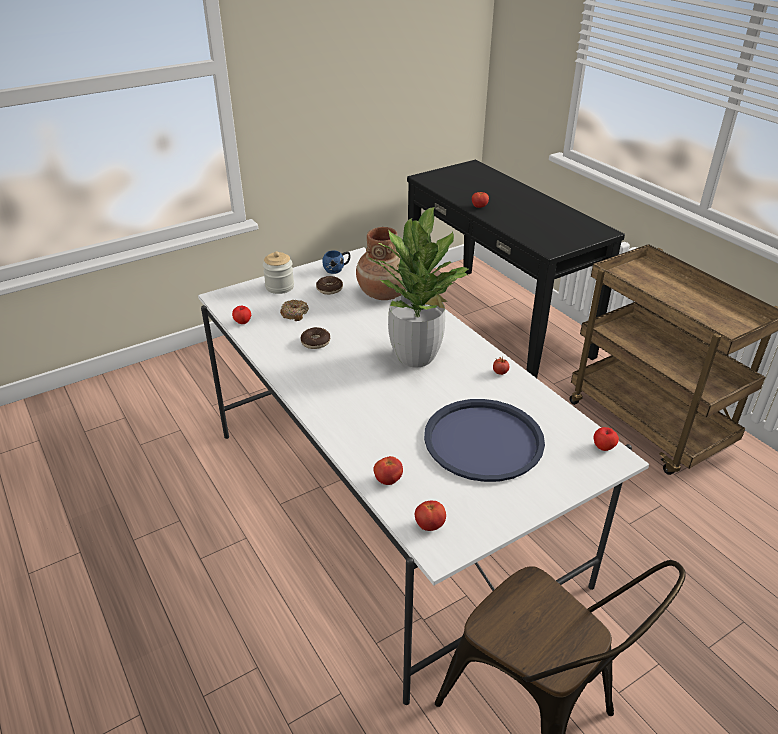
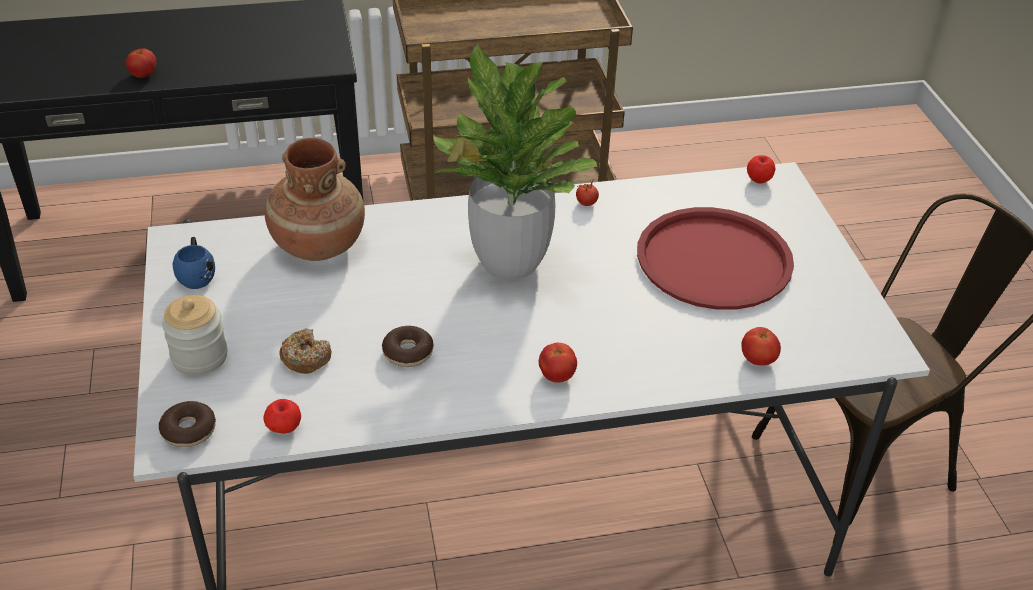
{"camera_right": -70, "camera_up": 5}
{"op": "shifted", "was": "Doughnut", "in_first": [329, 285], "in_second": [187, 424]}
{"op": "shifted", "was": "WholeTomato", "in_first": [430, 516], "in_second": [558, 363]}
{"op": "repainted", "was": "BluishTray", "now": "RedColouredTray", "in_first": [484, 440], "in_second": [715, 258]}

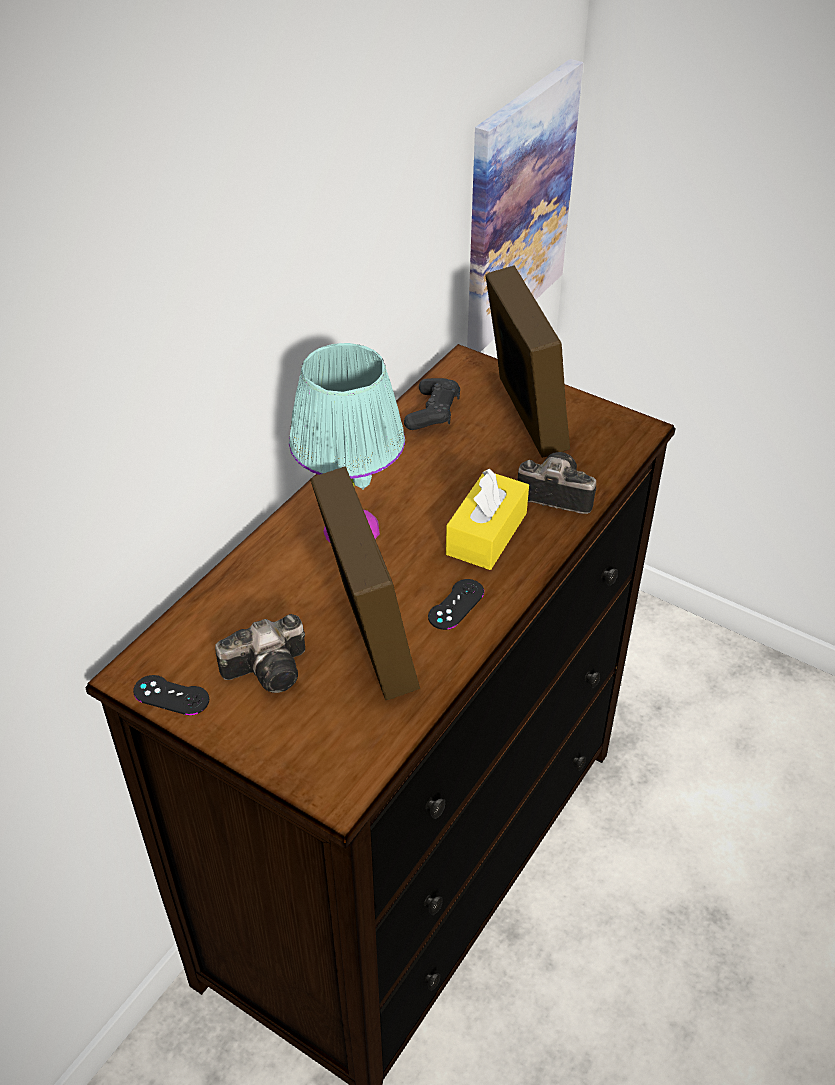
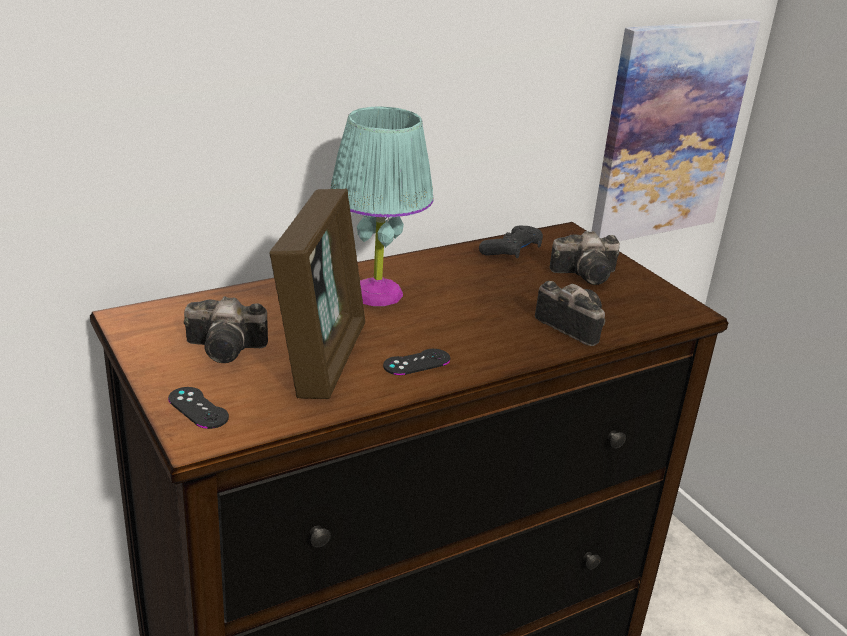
{"camera_right": 25, "camera_up": -15}
{"op": "shifted", "was": "BlackishGameController", "in_first": [171, 695], "in_second": [198, 408]}
{"op": "swapped", "was": "PhotoFrame", "now": "PhotoCamera", "in_first": [527, 361], "in_second": [585, 258]}
{"op": "gone", "was": "YellowishTissueBox", "in_first": [487, 519]}

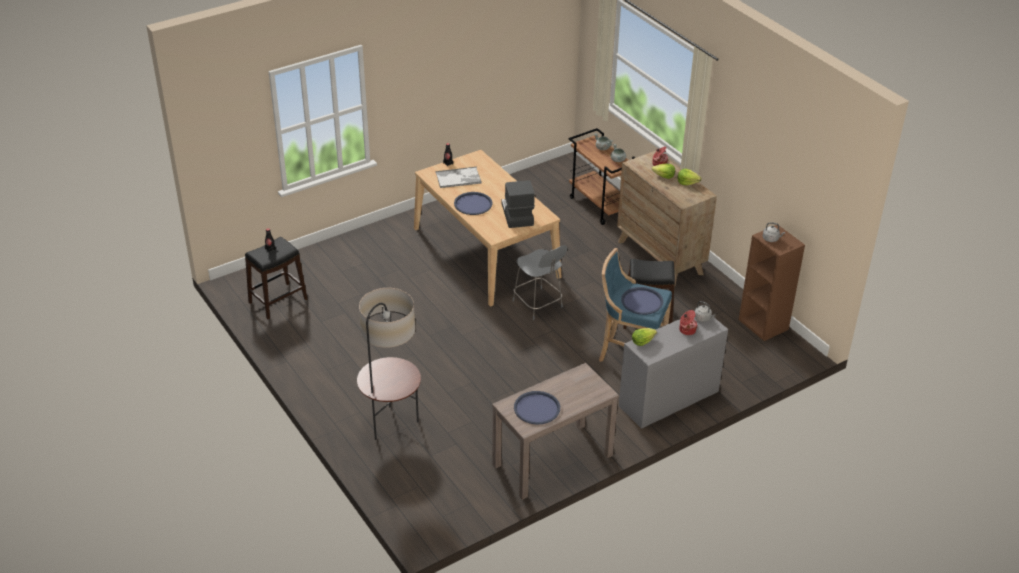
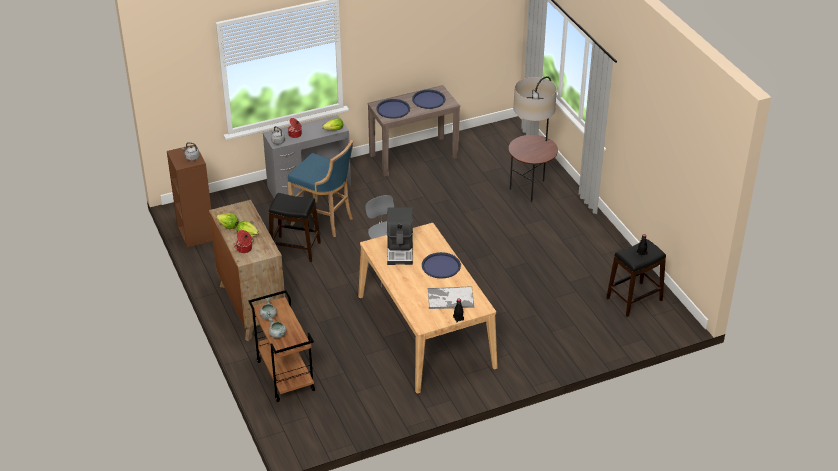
{"camera_right": -170, "camera_up": 0}
{"op": "shifted", "was": "BluishTray", "in_first": [642, 301], "in_second": [393, 109]}

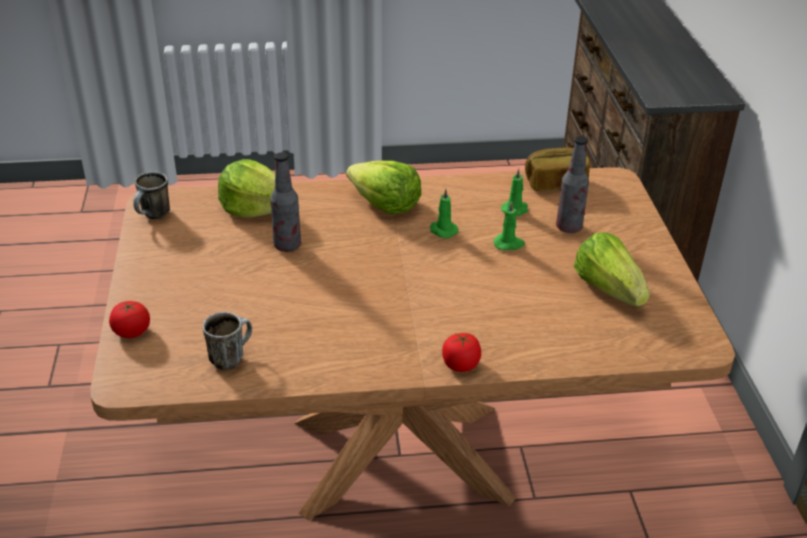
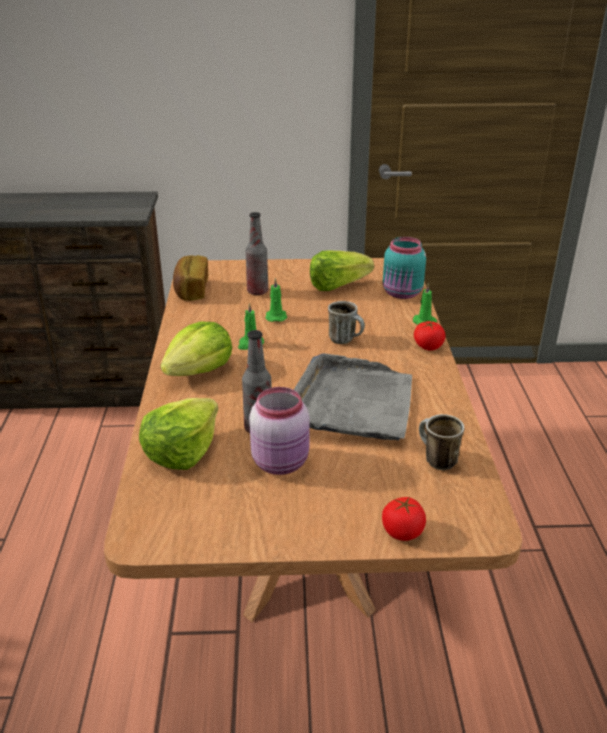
{"camera_right": -85, "camera_up": -5}
{"op": "new", "now": "PinkJar", "in_second": [279, 431]}
{"op": "new", "now": "GreyishTray", "in_second": [353, 396]}
{"op": "shifted", "was": "Mug", "in_first": [151, 195], "in_second": [346, 322]}
{"op": "new", "now": "TurquoiseJar", "in_second": [404, 268]}
{"op": "shifted", "was": "GreenishWaxCandle", "in_first": [514, 192], "in_second": [425, 304]}

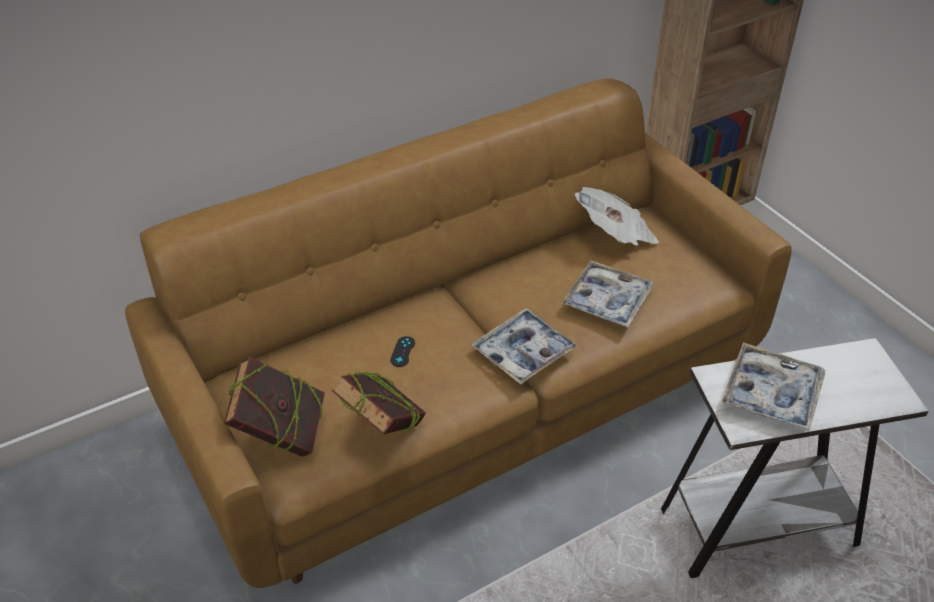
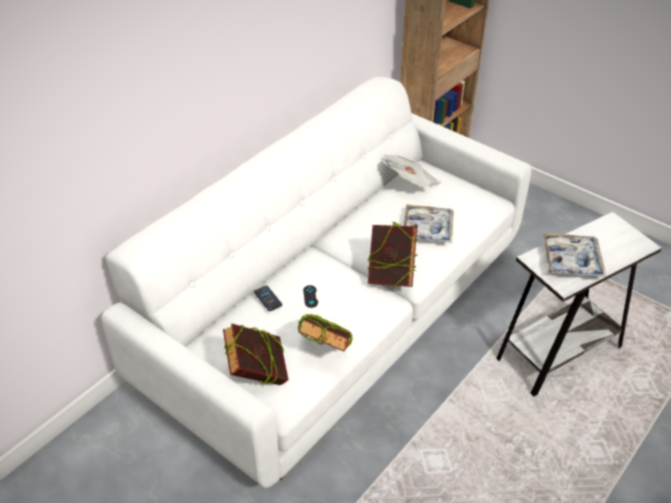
{"camera_right": -20, "camera_up": 0}
{"op": "repainted", "was": "BrownishCouch", "now": "WhitishCouch", "in_first": [458, 333], "in_second": [316, 282]}
{"op": "new", "now": "Telephone", "in_second": [268, 298]}
{"op": "swapped", "was": "Tray", "now": "Book", "in_first": [525, 346], "in_second": [392, 255]}

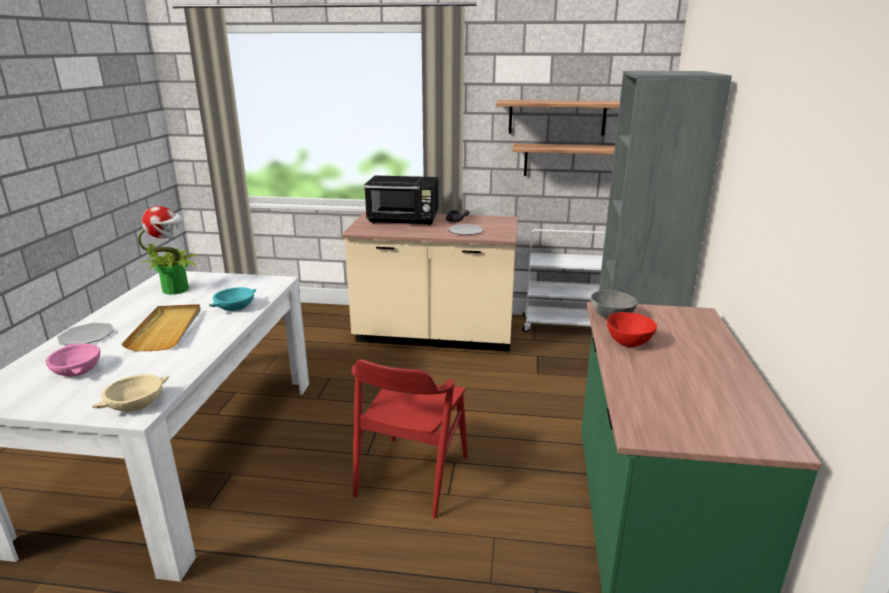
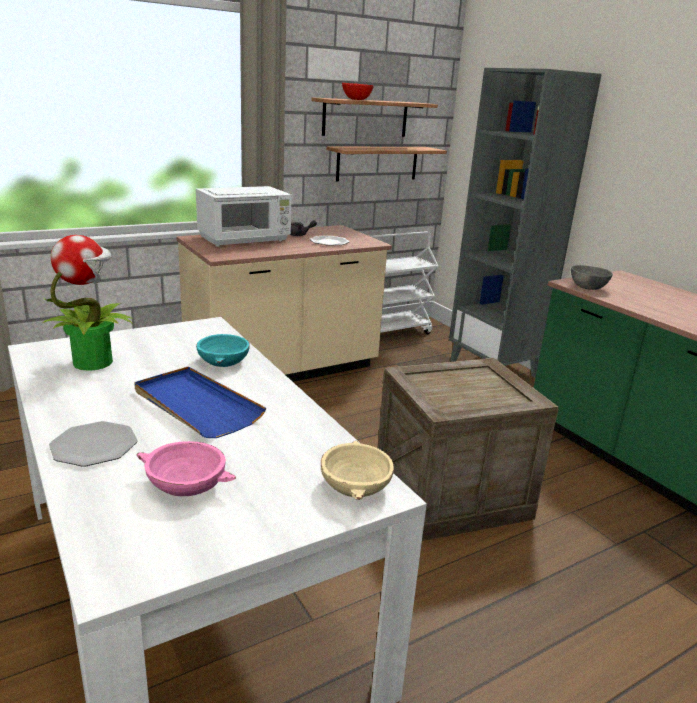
{"camera_right": -40, "camera_up": 0}
{"op": "repainted", "was": "BeigeColouredTray", "now": "BluishTray", "in_first": [160, 327], "in_second": [200, 402]}
{"op": "repainted", "was": "BlackishMicrowaveOven", "now": "WhitishMicrowaveOven", "in_first": [401, 200], "in_second": [244, 216]}
{"op": "shifted", "was": "RedColouredServingBowl", "in_first": [632, 329], "in_second": [358, 91]}
{"op": "swapped", "was": "RedColouredUprightChair", "now": "Crate", "in_first": [409, 439], "in_second": [468, 449]}

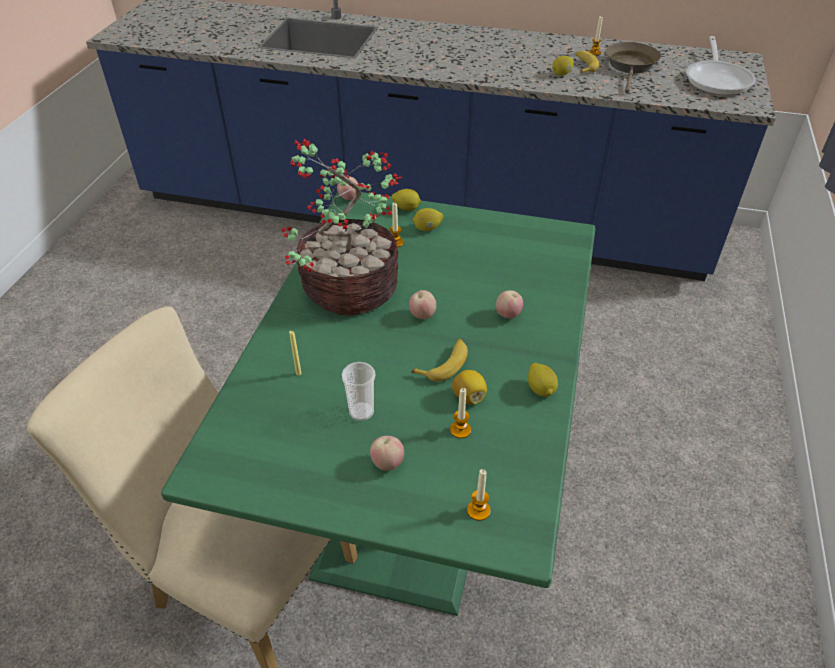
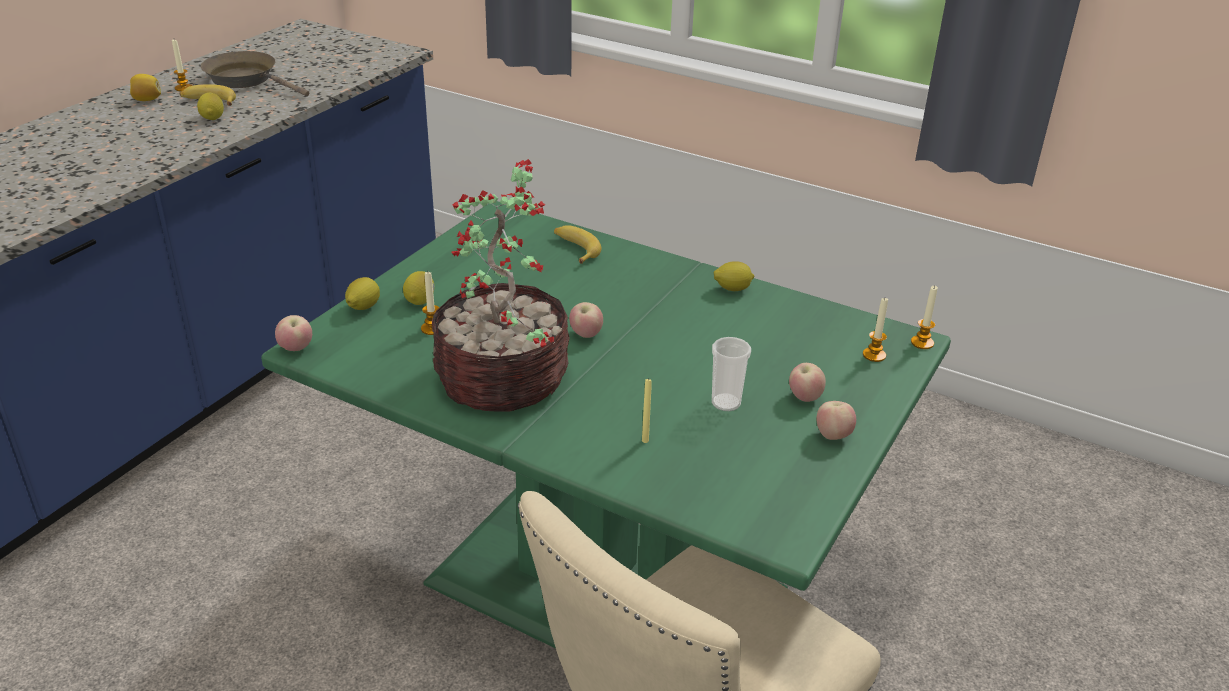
{"camera_right": -75, "camera_up": -10}
{"op": "shifted", "was": "CitrusFruit", "in_first": [469, 387], "in_second": [145, 87]}
{"op": "shifted", "was": "Banana", "in_first": [439, 360], "in_second": [577, 244]}
{"op": "shifted", "was": "AppleFruit", "in_first": [509, 304], "in_second": [836, 420]}
{"op": "shifted", "was": "WaxCandle", "in_first": [460, 413], "in_second": [924, 317]}
{"op": "gone", "was": "Pan", "in_first": [721, 65]}

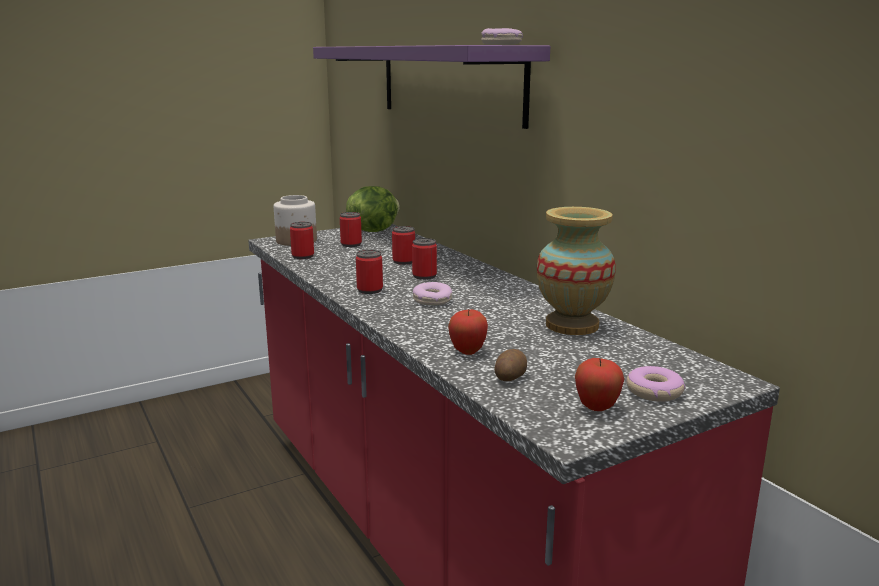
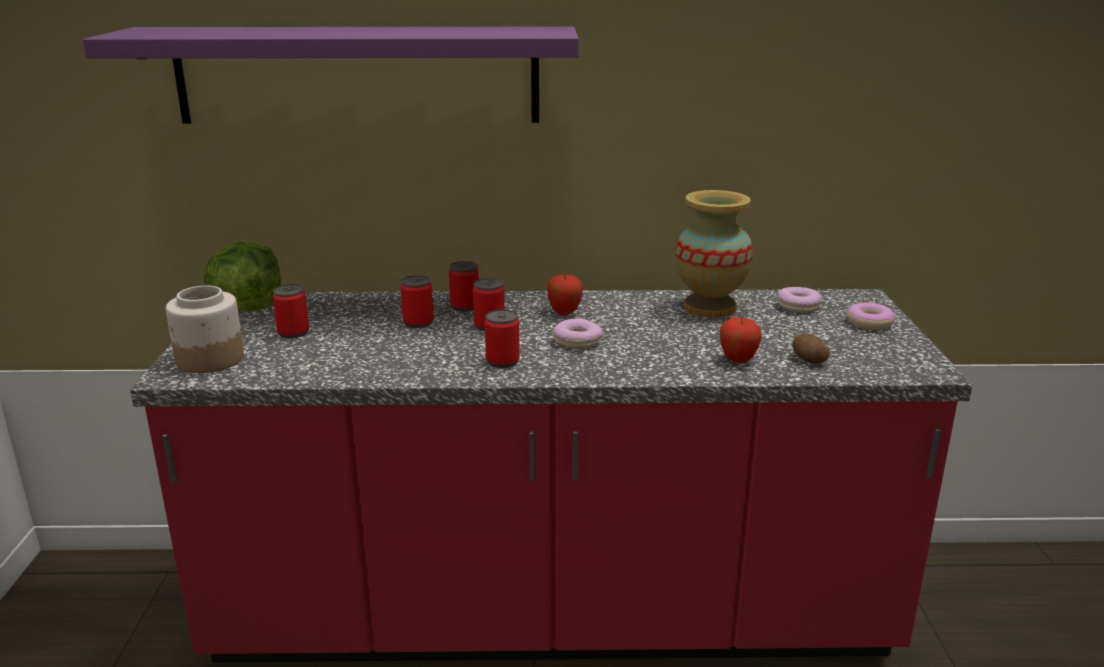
{"camera_right": -60, "camera_up": 5}
{"op": "shifted", "was": "Can", "in_first": [302, 240], "in_second": [464, 286]}
{"op": "shifted", "was": "AppleFruit", "in_first": [600, 384], "in_second": [565, 294]}
{"op": "shifted", "was": "Doughnut", "in_first": [502, 36], "in_second": [799, 300]}

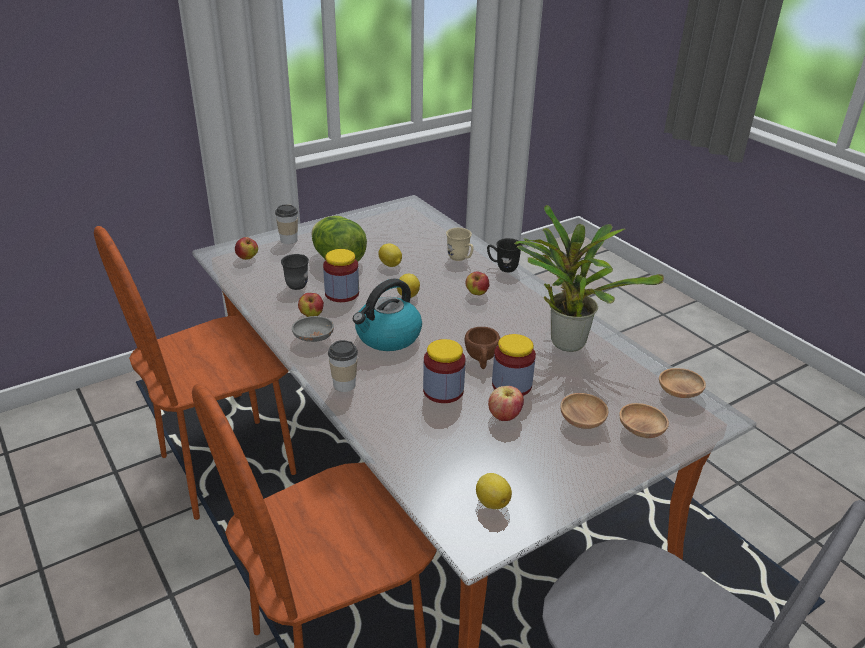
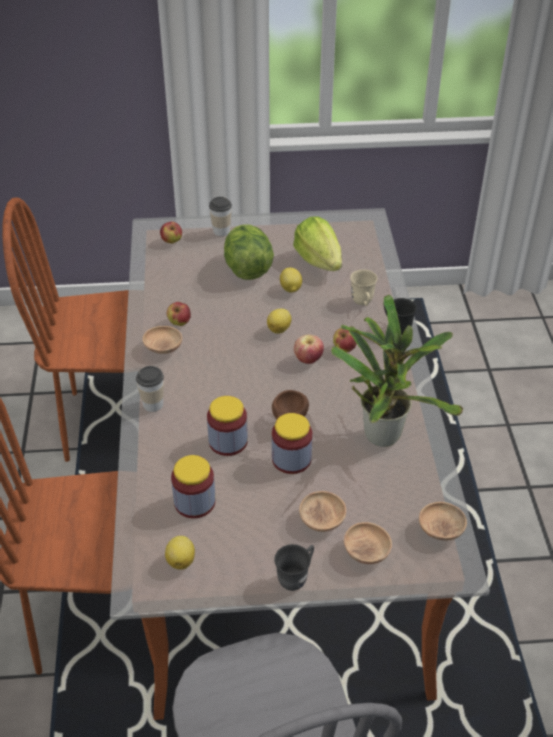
{"camera_right": 30, "camera_up": 10}
{"op": "repainted", "was": "GreyishServingBowl", "now": "BrownishServingBowl", "in_first": [313, 329], "in_second": [162, 340]}
{"op": "shifted", "was": "Jar", "in_first": [341, 275], "in_second": [193, 486]}
{"op": "shifted", "was": "GreyishMug", "in_first": [295, 272], "in_second": [294, 567]}
{"op": "new", "now": "Lettuce", "in_second": [317, 243]}
{"op": "shifted", "was": "AppleFruit", "in_first": [506, 403], "in_second": [309, 349]}
{"op": "gone", "was": "Kettle", "in_first": [387, 314]}

